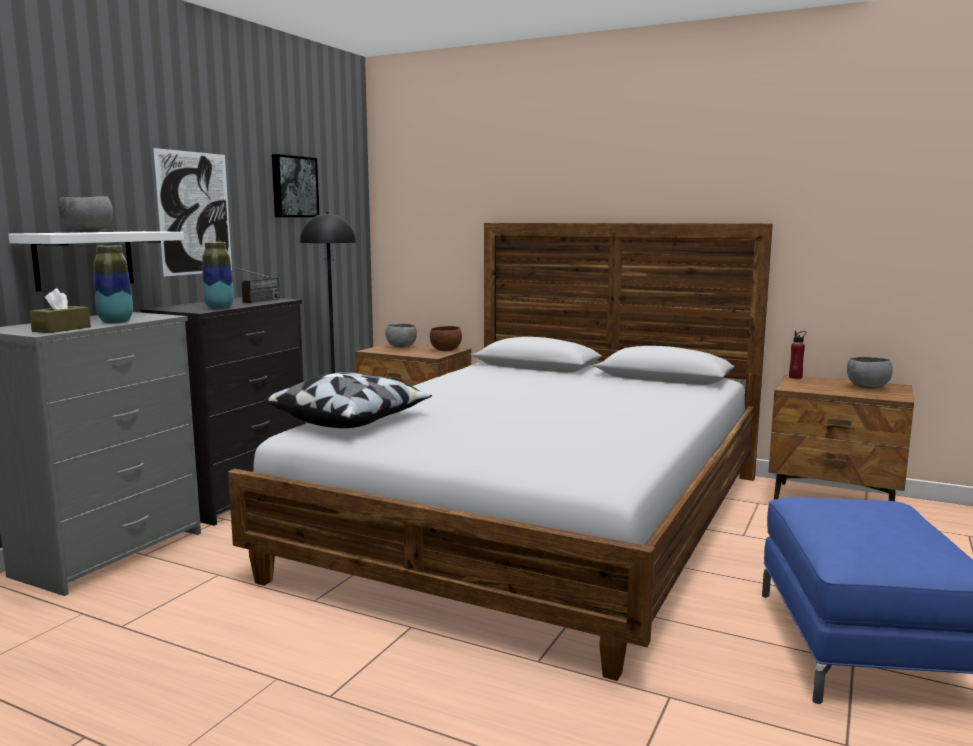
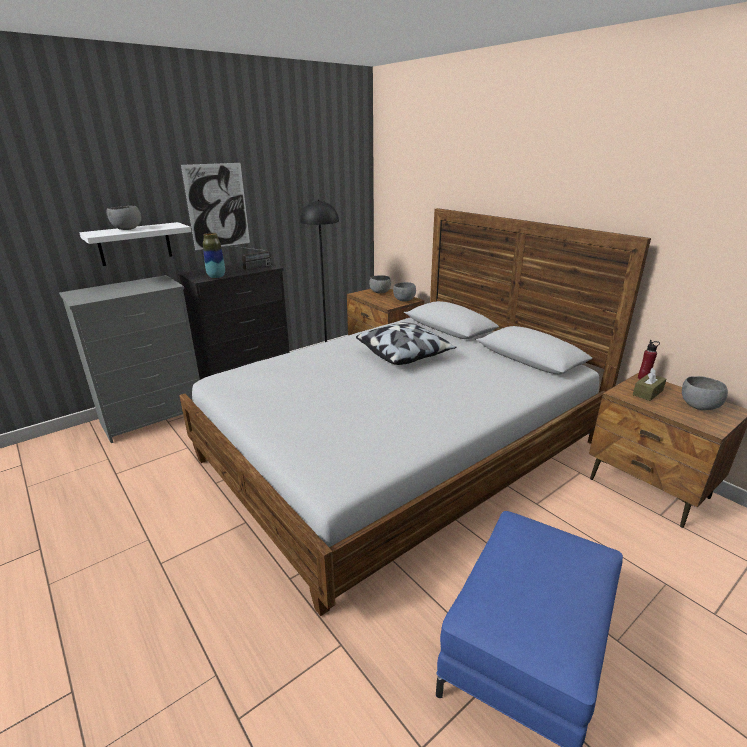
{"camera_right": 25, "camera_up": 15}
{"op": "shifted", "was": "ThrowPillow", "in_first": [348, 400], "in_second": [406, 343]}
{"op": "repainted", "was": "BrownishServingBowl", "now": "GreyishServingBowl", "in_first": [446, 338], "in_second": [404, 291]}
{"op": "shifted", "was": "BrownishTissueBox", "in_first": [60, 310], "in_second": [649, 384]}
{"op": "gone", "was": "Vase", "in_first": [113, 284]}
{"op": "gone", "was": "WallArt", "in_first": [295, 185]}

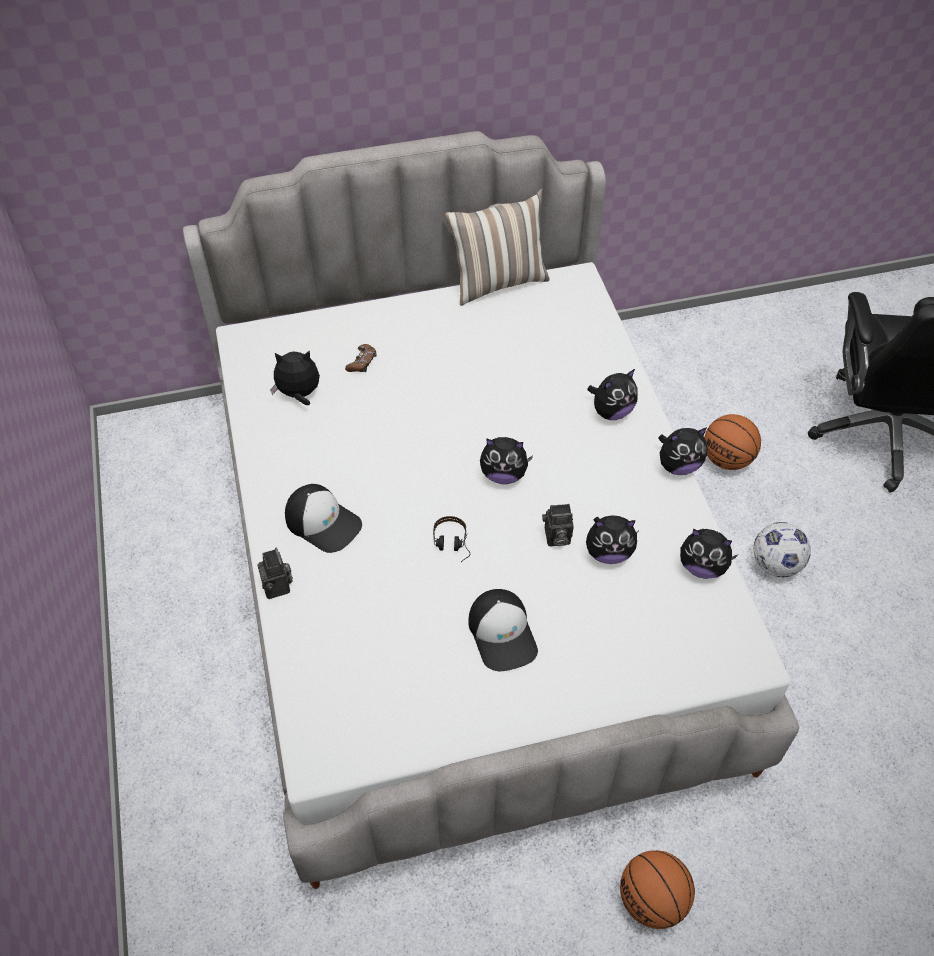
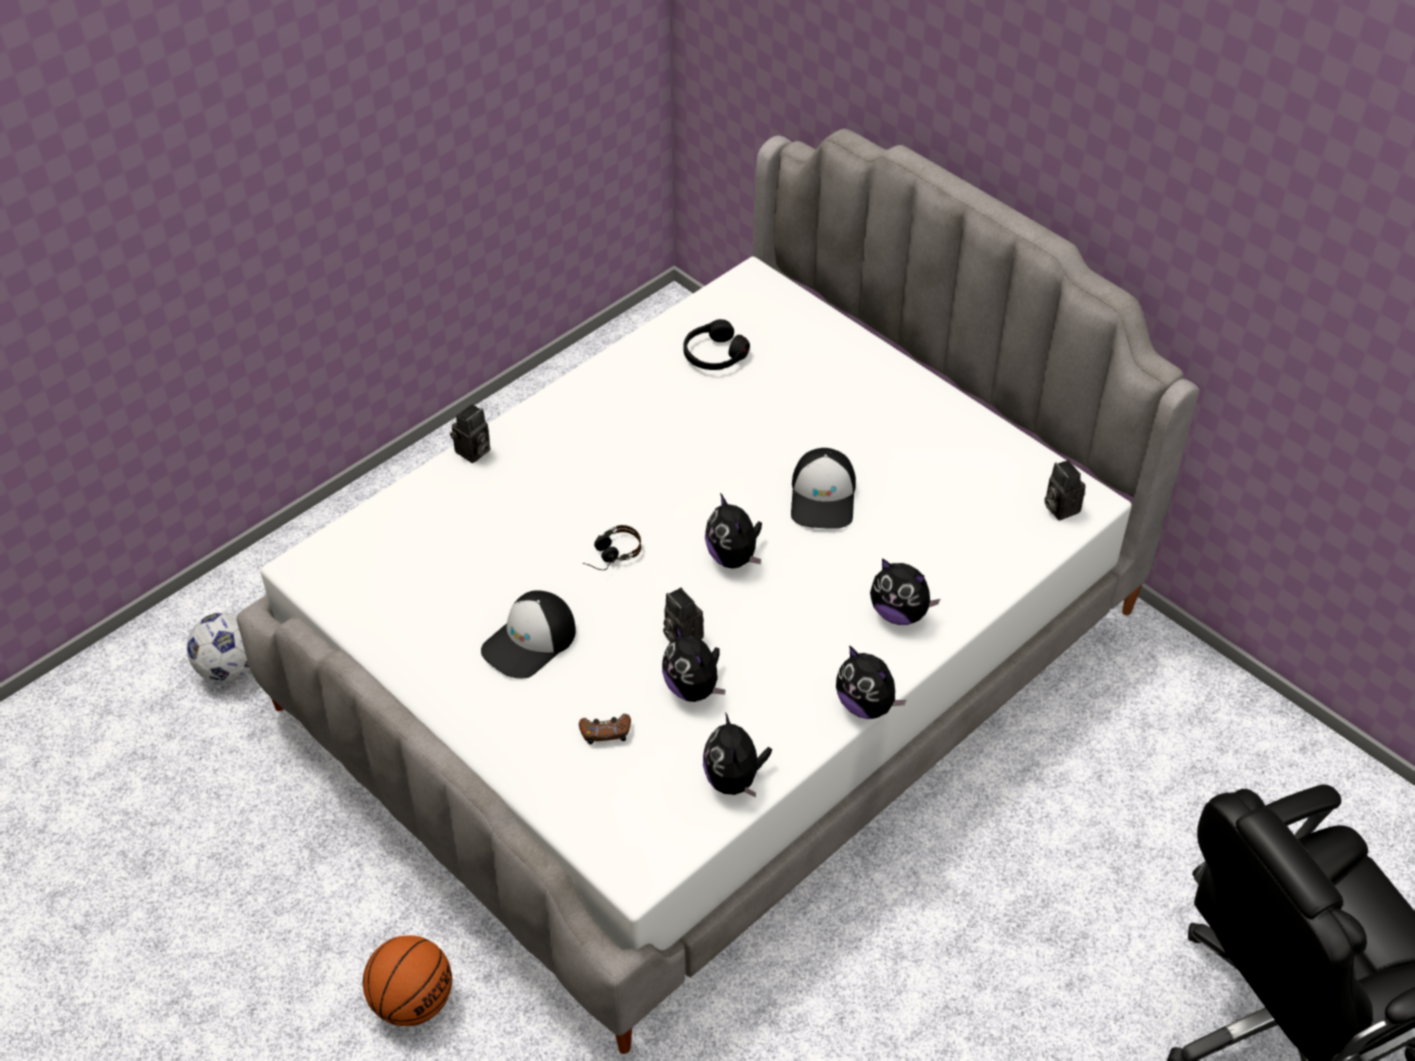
{"camera_right": 60, "camera_up": -5}
{"op": "shifted", "was": "Football", "in_first": [782, 549], "in_second": [218, 647]}
{"op": "shifted", "was": "BrownishGameController", "in_first": [361, 358], "in_second": [605, 729]}
{"op": "swapped", "was": "SoftToy", "now": "BlackishPairOfHeadphones", "in_first": [295, 377], "in_second": [716, 344]}
{"op": "shifted", "was": "Cap", "in_first": [323, 518], "in_second": [823, 488]}
{"op": "new", "now": "PhotoCamera", "in_second": [1065, 490]}
{"op": "gone", "was": "ThrowPillow", "in_first": [497, 247]}
{"op": "gone", "was": "Basketball", "in_first": [732, 442]}

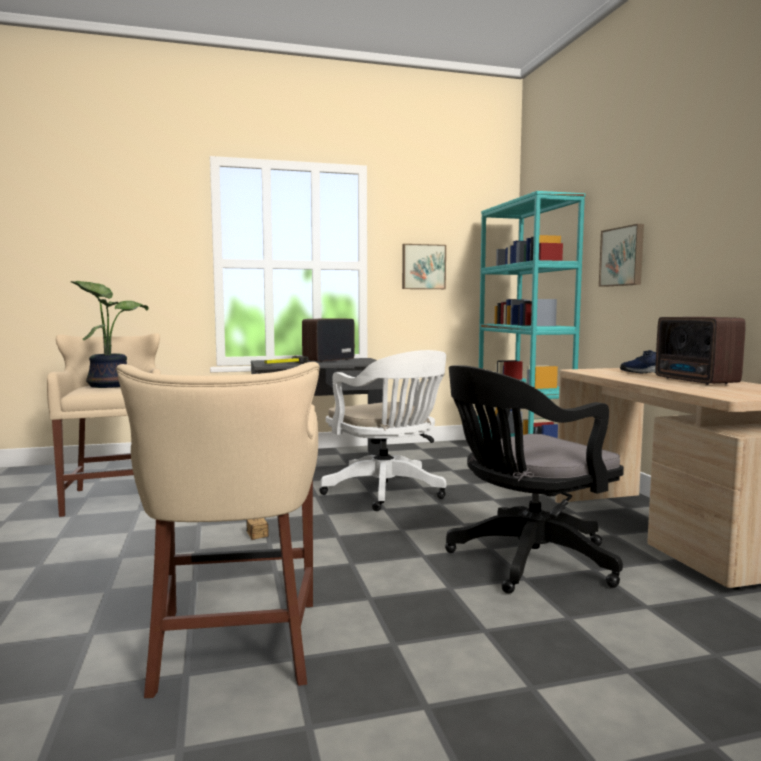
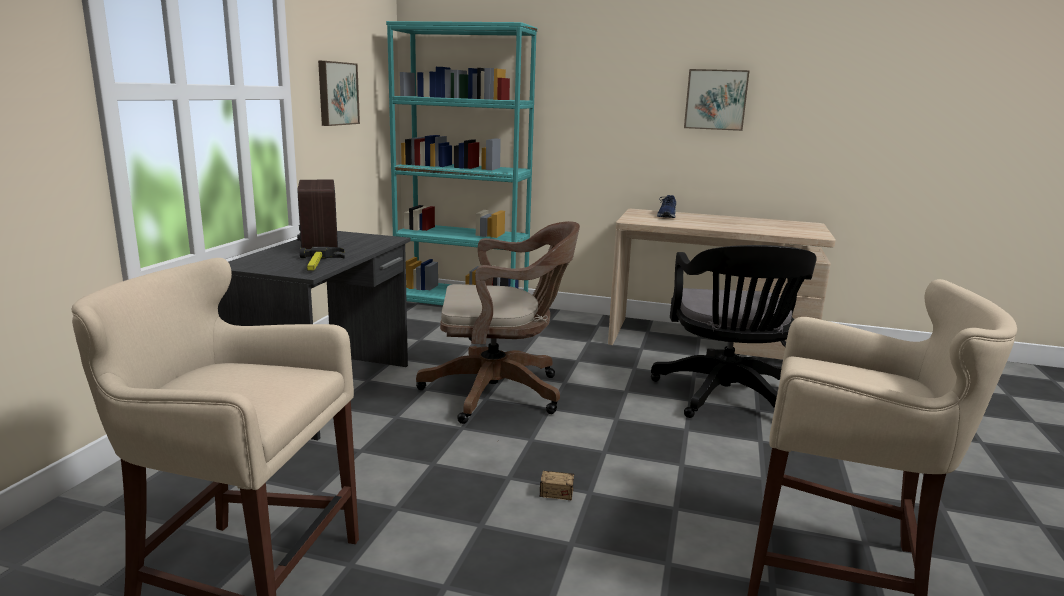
{"camera_right": -60, "camera_up": 10}
{"op": "repainted", "was": "WhitishDeskChair", "now": "BrownishDeskChair", "in_first": [382, 430], "in_second": [498, 322]}
{"op": "shifted", "was": "WallArt", "in_first": [621, 255], "in_second": [717, 100]}
{"op": "gone", "was": "PottedPlant", "in_first": [110, 334]}
{"op": "gone", "was": "Radio", "in_first": [700, 351]}

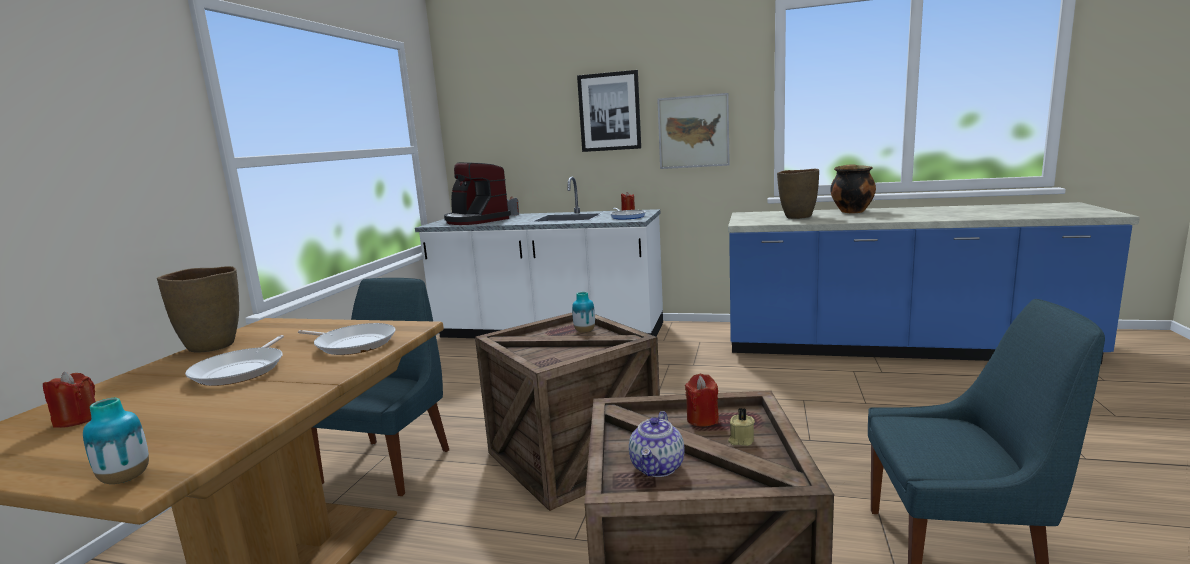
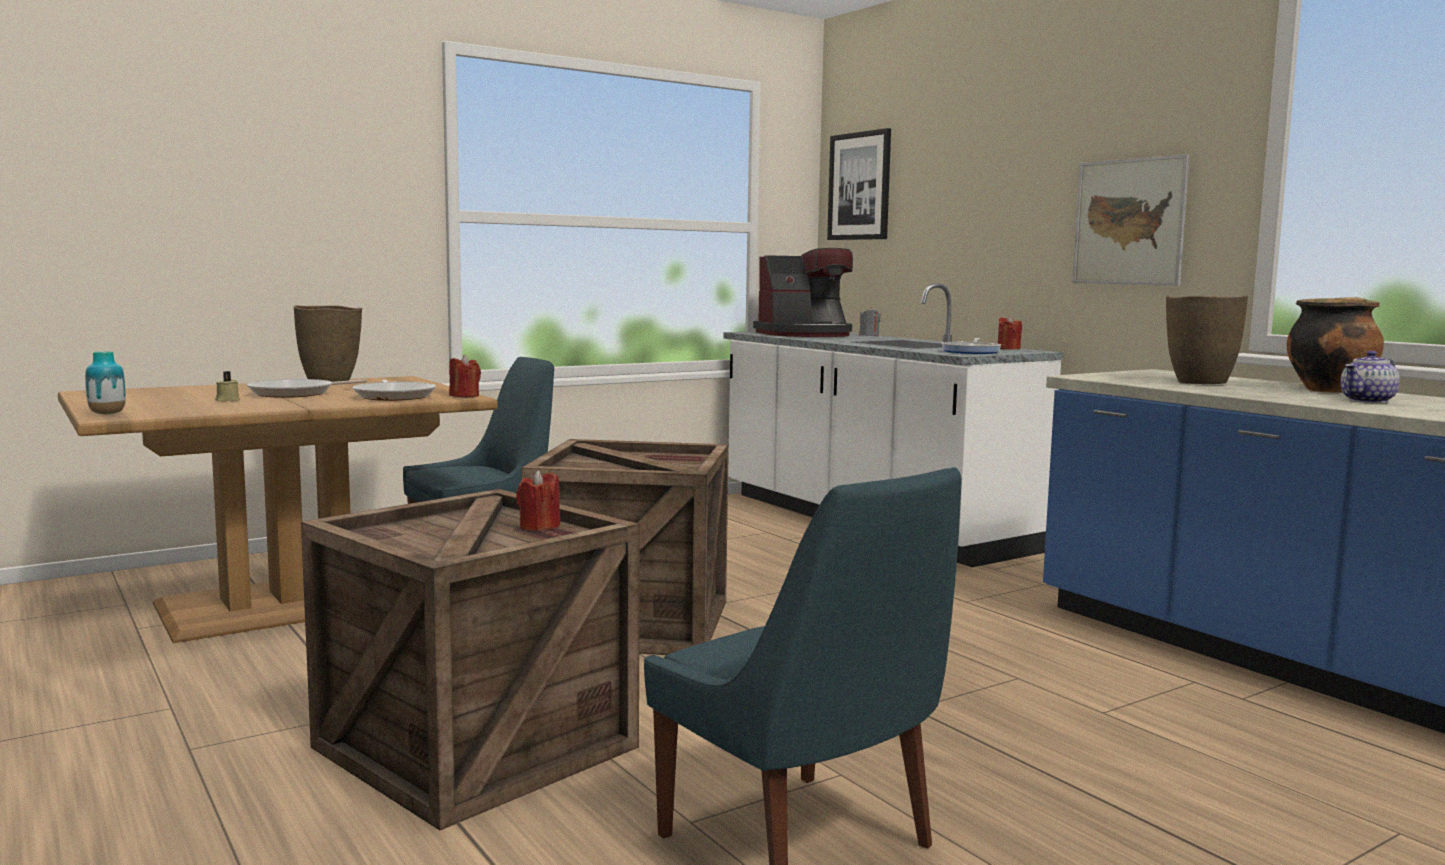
{"camera_right": 40, "camera_up": -5}
{"op": "shifted", "was": "BeigeColouredWaxCandle", "in_first": [741, 427], "in_second": [227, 386]}
{"op": "shifted", "was": "RedColouredWaxCandle", "in_first": [69, 400], "in_second": [465, 376]}
{"op": "rotated", "was": "CoffeeMachine", "in_first": [477, 193], "in_second": [803, 292], "clockwise": -105}
{"op": "shifted", "was": "WallArt", "in_first": [609, 111], "in_second": [859, 184]}
{"op": "shifted", "was": "Teapot", "in_first": [656, 444], "in_second": [1370, 377]}
{"op": "gone", "was": "Vase", "in_first": [583, 312]}

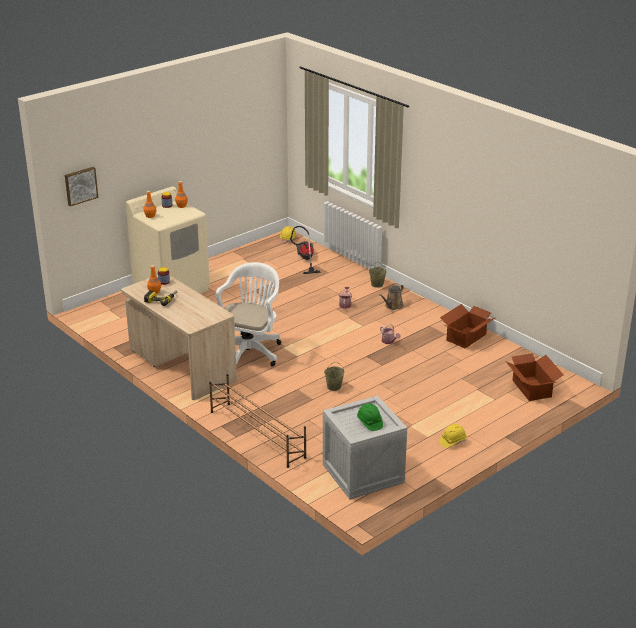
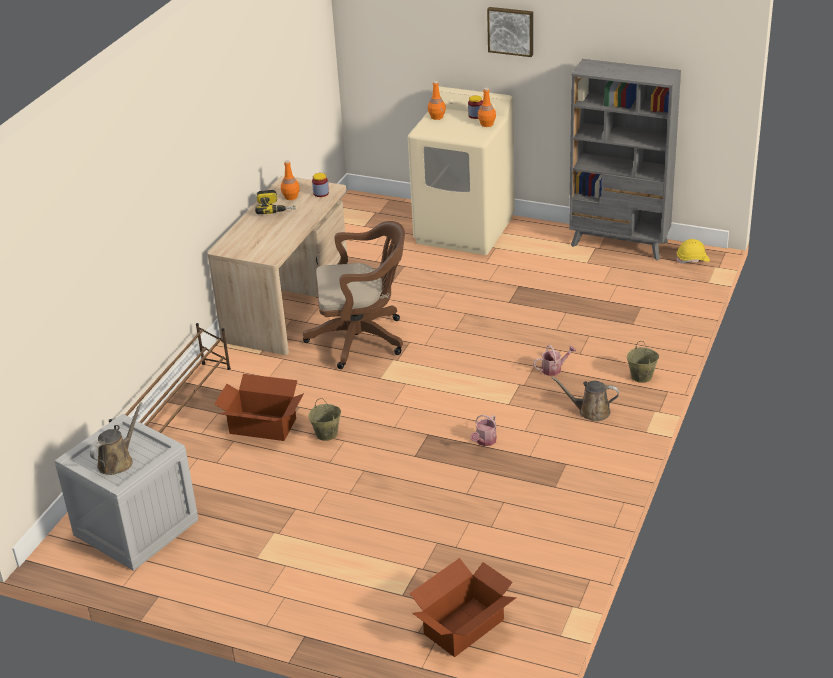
{"camera_right": 65, "camera_up": 5}
{"op": "swapped", "was": "GreenishWorkHelmet", "now": "BrownishWateringPot", "in_first": [370, 417], "in_second": [116, 438]}
{"op": "shifted", "was": "Carton", "in_first": [467, 326], "in_second": [259, 407]}
{"op": "repainted", "was": "WhitishDeskChair", "now": "BrownishDeskChair", "in_first": [248, 314], "in_second": [354, 295]}
{"op": "shifted", "was": "WallArt", "in_first": [81, 186], "in_second": [510, 32]}
{"op": "new", "now": "GreyishBookcase", "in_second": [625, 159]}
{"op": "gone", "was": "VacuumCleaner", "in_first": [305, 250]}
{"op": "gone", "was": "YellowishWorkHelmet", "in_first": [453, 436]}

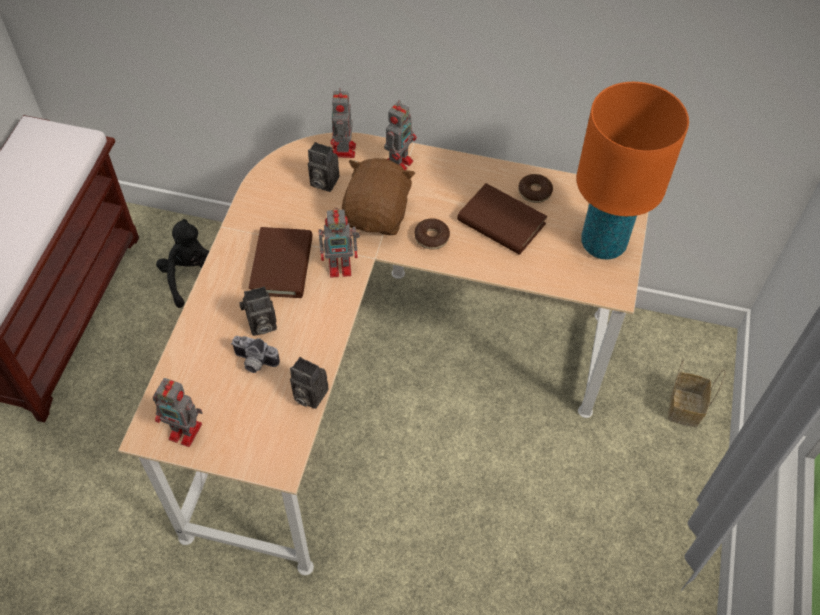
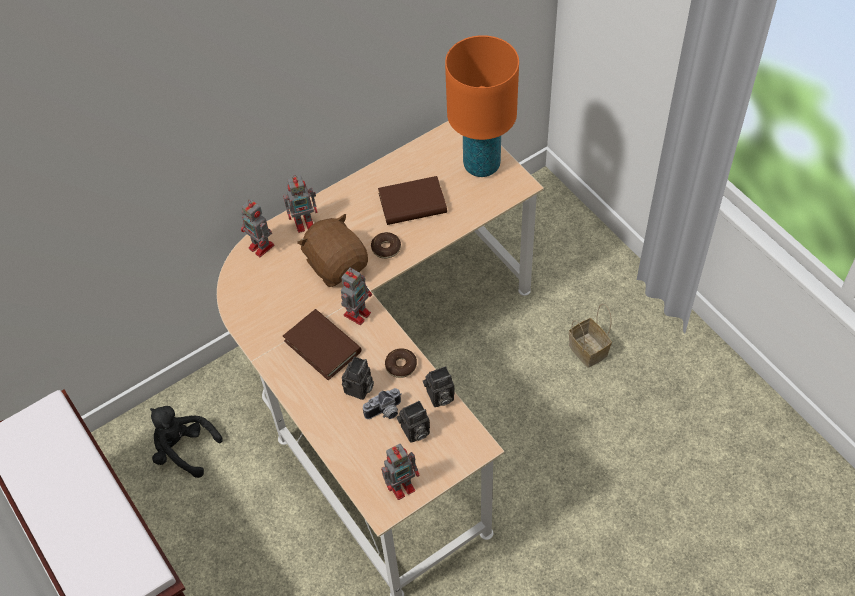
{"camera_right": -45, "camera_up": 0}
{"op": "rotated", "was": "RobotFigure", "in_first": [400, 135], "in_second": [300, 204], "clockwise": 90}
{"op": "shifted", "was": "Doughnut", "in_first": [535, 188], "in_second": [401, 363]}
{"op": "shifted", "was": "PhotoCamera", "in_first": [323, 167], "in_second": [413, 422]}
{"op": "shifted", "was": "HouseholdBasket", "in_first": [696, 393], "in_second": [590, 336]}

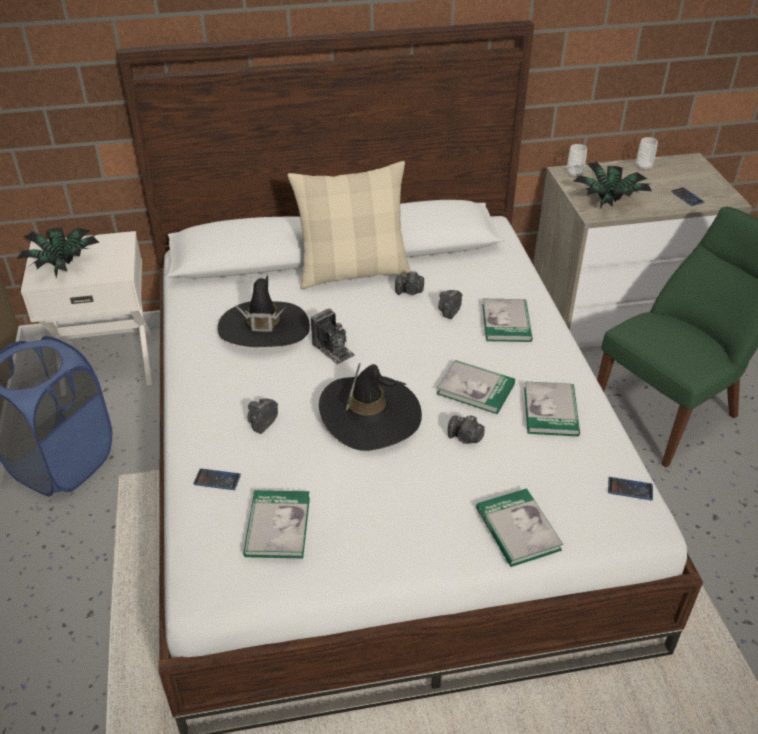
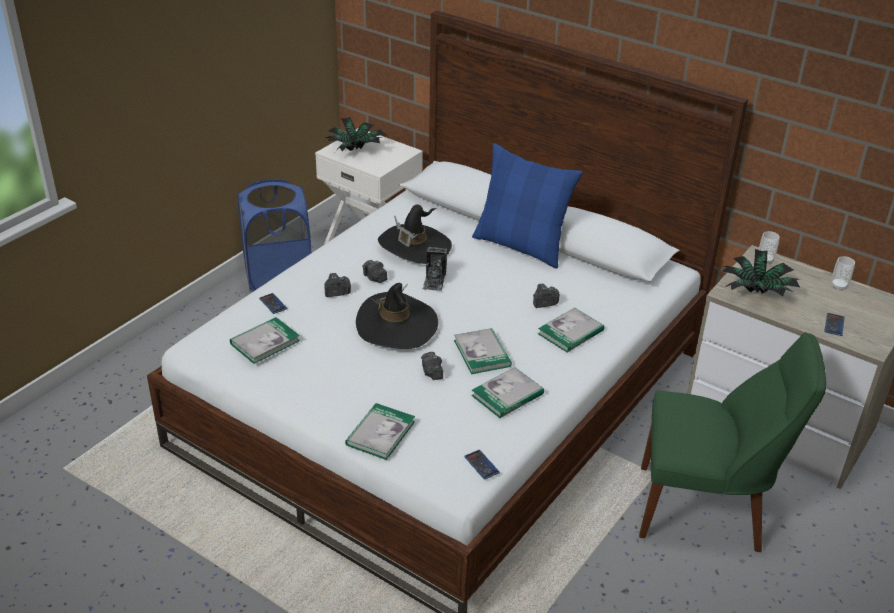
{"camera_right": 45, "camera_up": -5}
{"op": "shifted", "was": "PhotoCamera", "in_first": [409, 283], "in_second": [374, 271]}
{"op": "repainted", "was": "BeigeColouredThrowPillow", "now": "BluishThrowPillow", "in_first": [349, 225], "in_second": [527, 205]}

